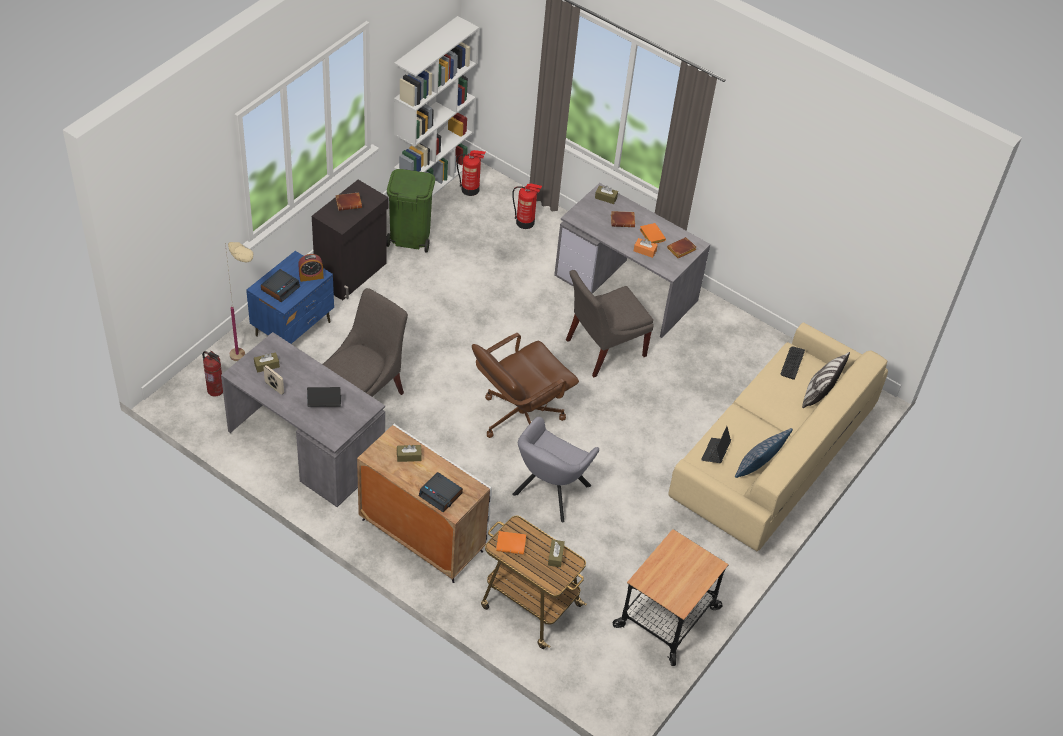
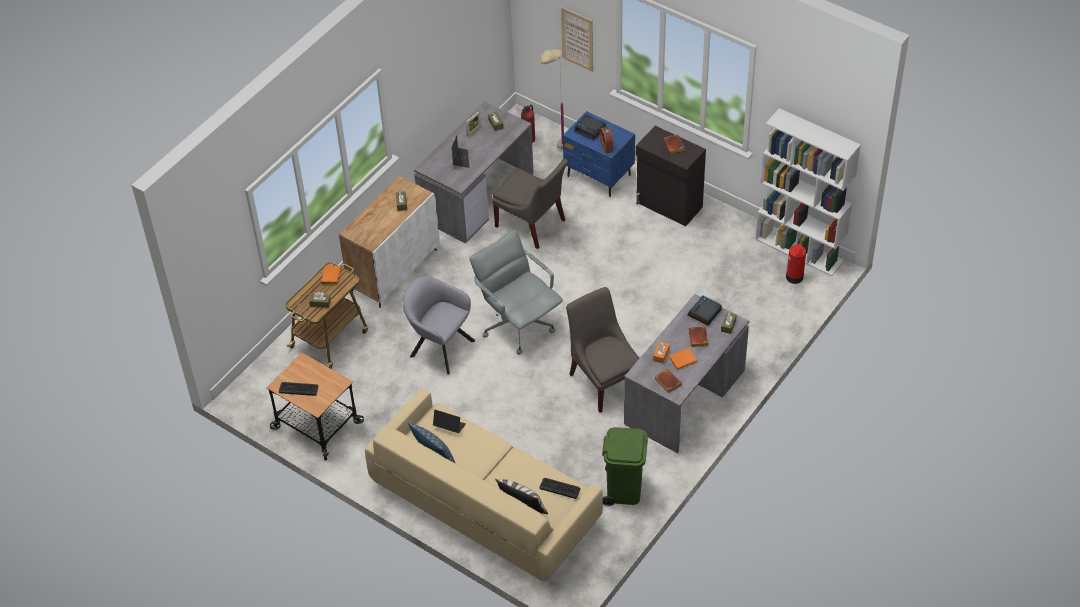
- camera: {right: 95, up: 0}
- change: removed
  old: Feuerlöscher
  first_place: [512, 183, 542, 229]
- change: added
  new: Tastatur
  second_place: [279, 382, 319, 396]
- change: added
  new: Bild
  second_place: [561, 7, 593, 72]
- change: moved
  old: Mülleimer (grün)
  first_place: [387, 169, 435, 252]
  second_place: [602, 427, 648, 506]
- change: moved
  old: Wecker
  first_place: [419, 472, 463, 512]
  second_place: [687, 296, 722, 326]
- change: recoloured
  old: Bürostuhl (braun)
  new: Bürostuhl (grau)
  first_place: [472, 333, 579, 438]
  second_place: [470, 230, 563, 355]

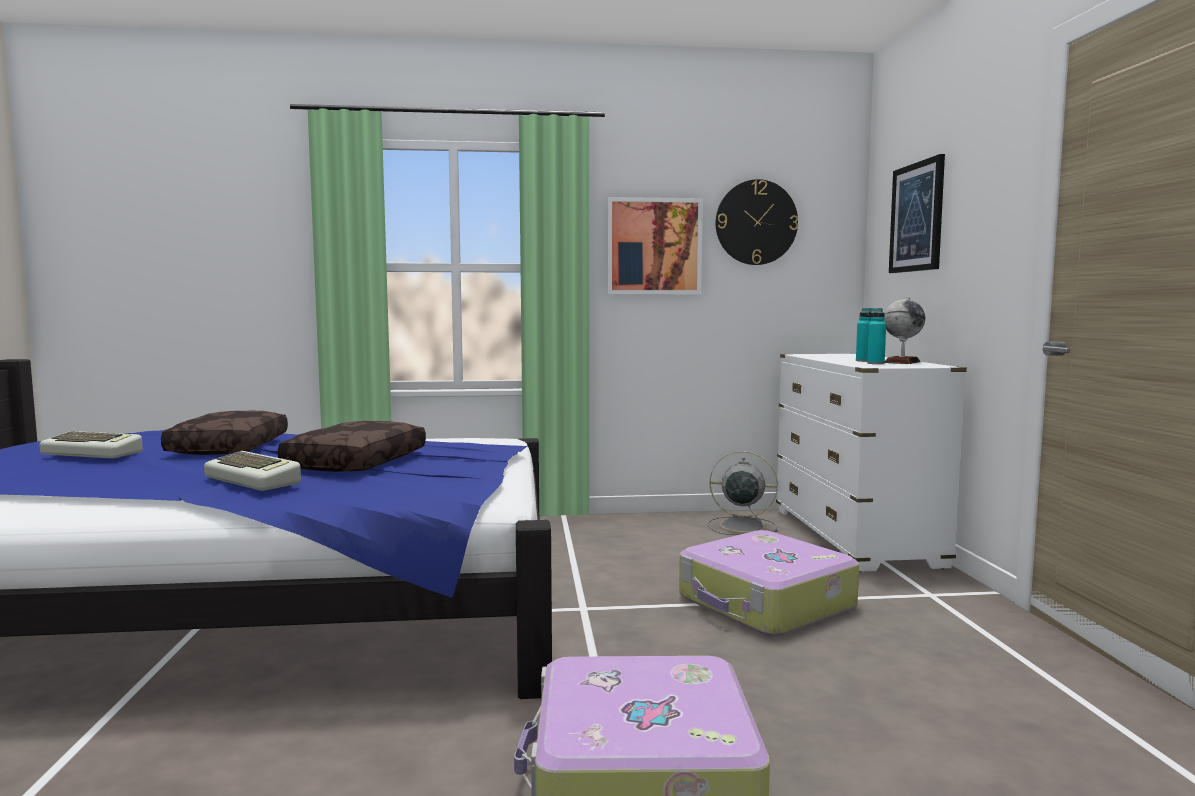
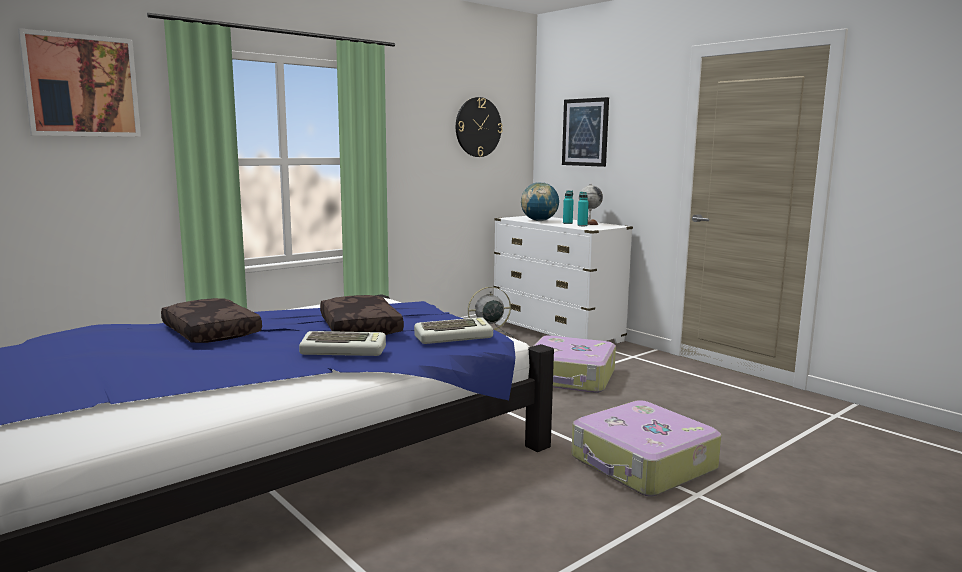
- camera: {right: -35, up: 5}
- change: added
  new: Globus
  second_place: [521, 182, 559, 221]
- change: moved
  old: Tastatur
  first_place: [39, 431, 143, 458]
  second_place: [414, 317, 493, 344]
- change: moved
  old: Bild
  first_place: [607, 197, 703, 295]
  second_place: [18, 28, 141, 137]

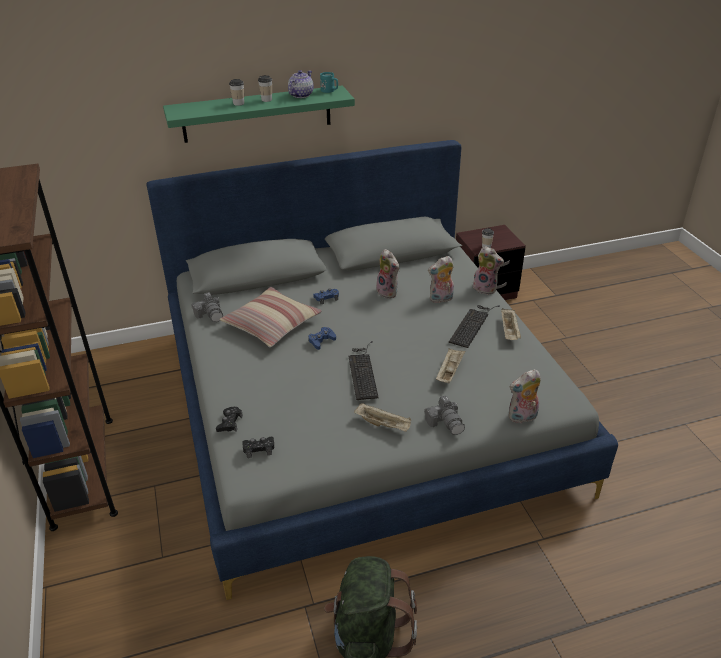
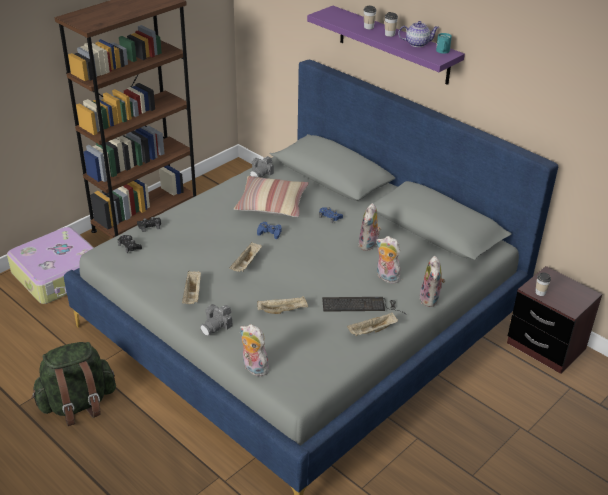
- camera: {right: 60, up: 0}
- change: added
  new: Koffer
  second_place: [7, 227, 94, 304]
- change: replaced
  old: Tastatur
  new: Tablett (beige)
  first_place: [348, 341, 379, 400]
  second_place: [229, 242, 262, 272]
- change: recoloured
  old: Wandregal (grün)
  new: Wandregal (lila)
  first_place: [163, 85, 355, 143]
  second_place: [307, 6, 465, 85]

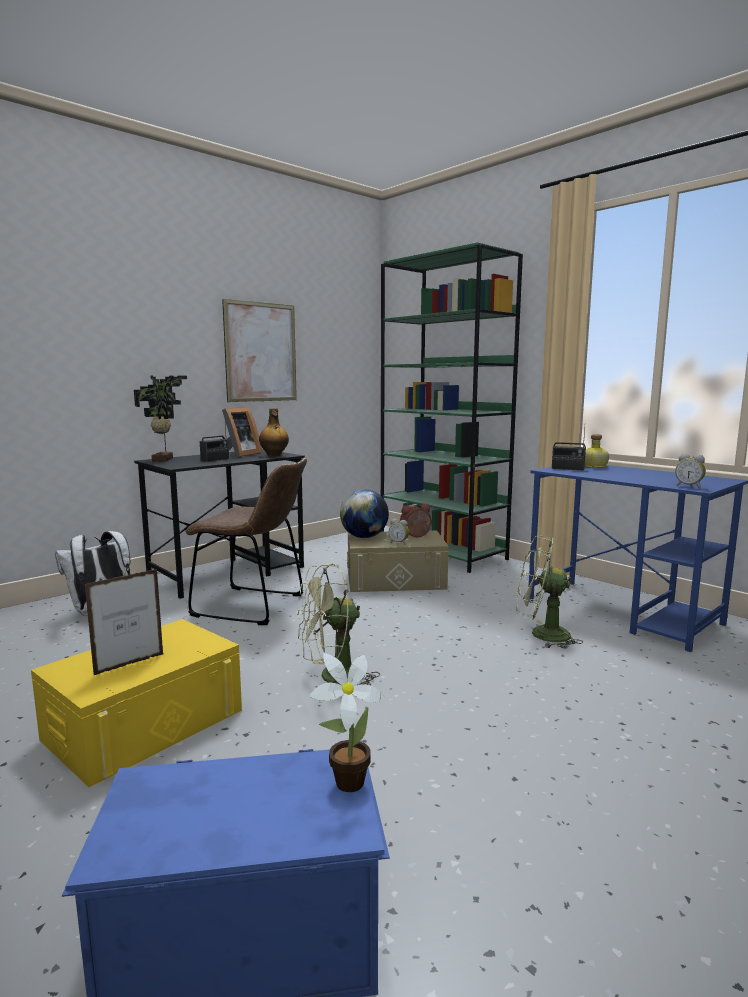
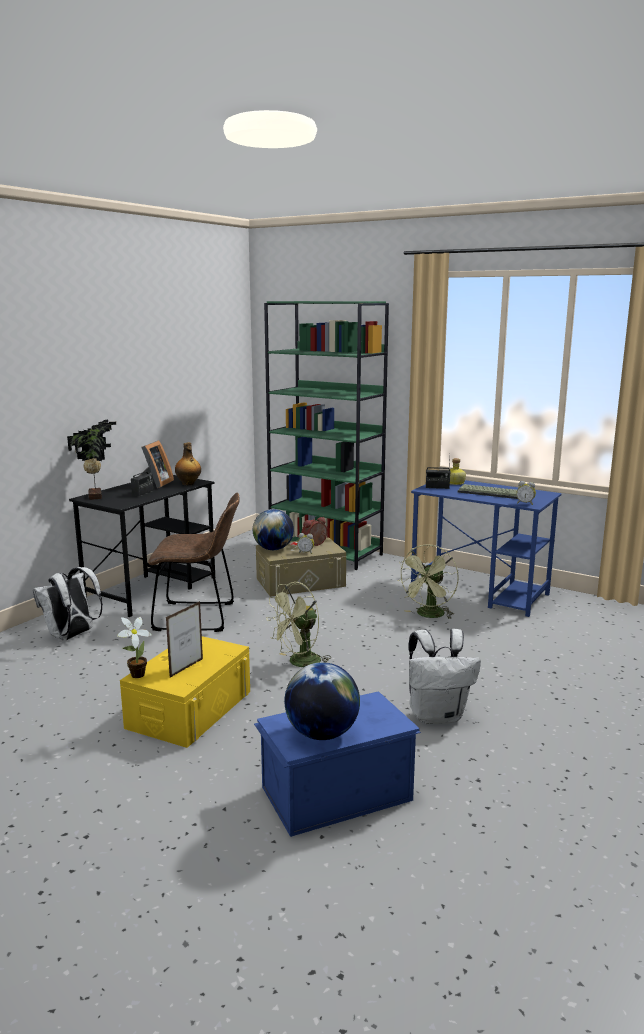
- camera: {right: -15, up: 5}
- change: removed
  old: Bild
  first_place: [222, 299, 297, 402]
- change: added
  new: Globus
  second_place: [284, 662, 360, 740]
- change: added
  new: Rucksack (weiß)
  second_place: [408, 629, 481, 724]
- change: added
  new: Tastatur
  second_place: [457, 484, 518, 499]
- change: moved
  old: Topfpflanze
  first_place: [310, 653, 386, 792]
  second_place: [117, 617, 152, 678]
- change: turned
  old: Ventilator (grün)
  first_place: [516, 535, 583, 649]
  second_place: [399, 544, 459, 619]
  degrees: -60

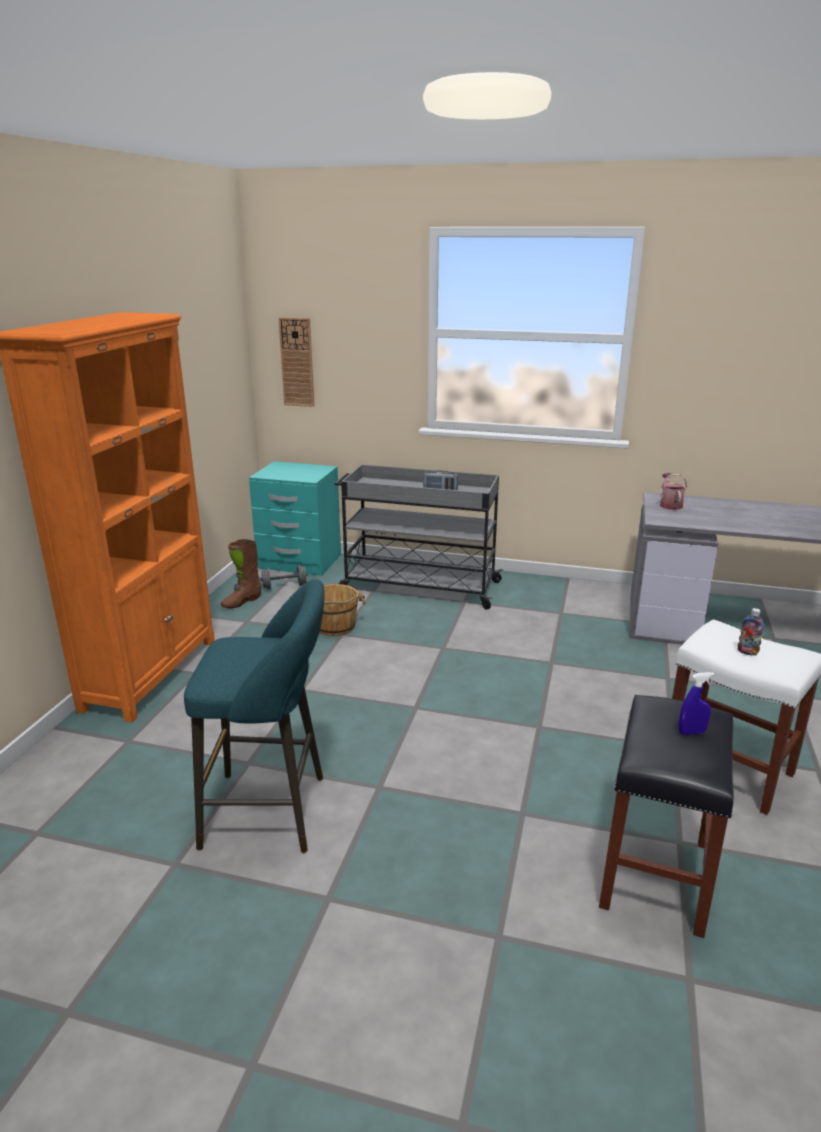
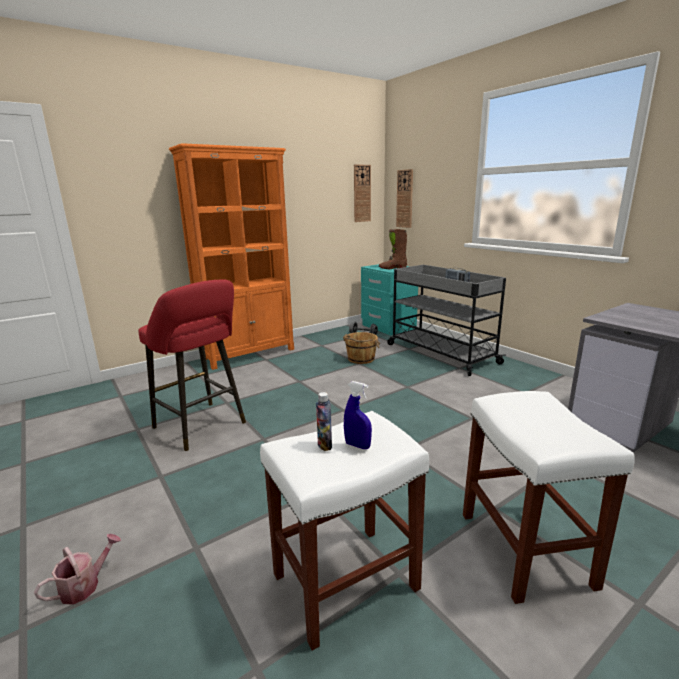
- camera: {right: 40, up: -5}
- change: added
  new: Wanduhr
  second_place: [354, 164, 371, 222]
- change: moved
  old: Stiefel (braun)
  first_place: [221, 539, 261, 608]
  second_place: [379, 229, 407, 269]
- change: moved
  old: Gießkanne
  first_place: [660, 473, 687, 510]
  second_place: [34, 534, 121, 605]
- change: moved
  old: Flasche
  first_place: [737, 608, 764, 656]
  second_place: [316, 392, 332, 451]
- change: recoloured
  old: Hocker (türkis)
  new: Hocker (rot)
  first_place: [184, 579, 325, 853]
  second_place: [138, 280, 246, 451]
- change: recoloured
  old: Hocker (schwarz)
  new: Hocker (weiß)
  first_place: [599, 695, 734, 938]
  second_place: [260, 411, 429, 651]

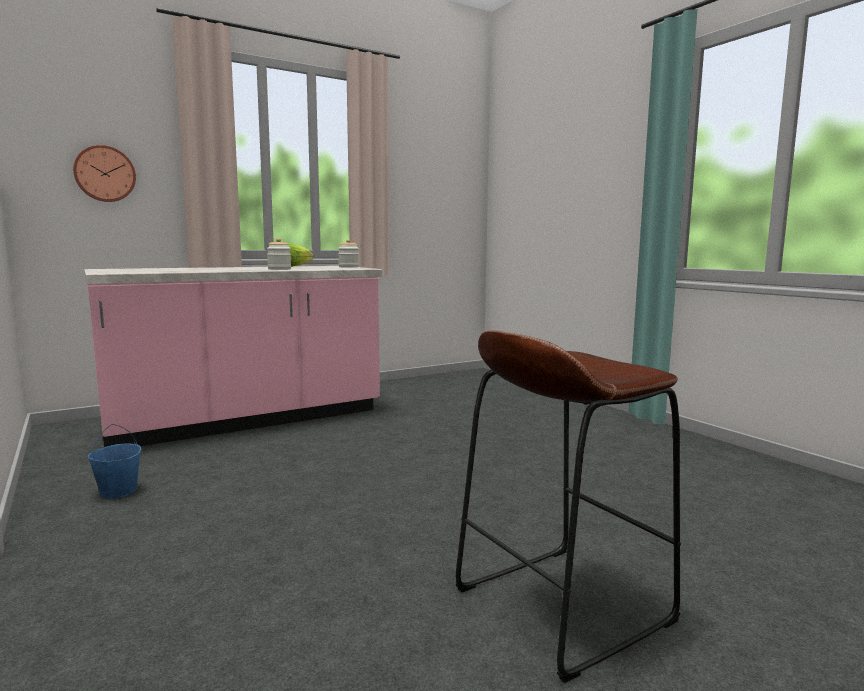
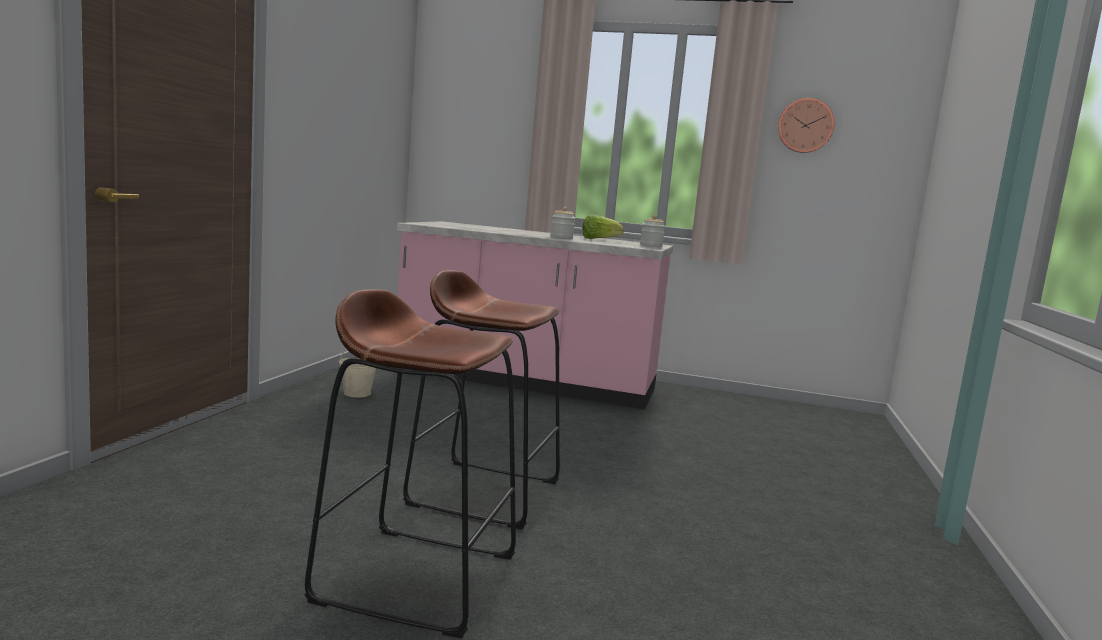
- camera: {right: 45, up: 0}
- change: added
  new: Hocker (braun)
  second_place: [403, 270, 560, 530]
- change: moved
  old: Wanduhr
  first_place: [73, 145, 136, 202]
  second_place: [778, 98, 834, 153]
- change: recoloured
  old: Eimer (blau)
  new: Eimer (beige)
  first_place: [88, 424, 141, 498]
  second_place: [339, 349, 376, 397]

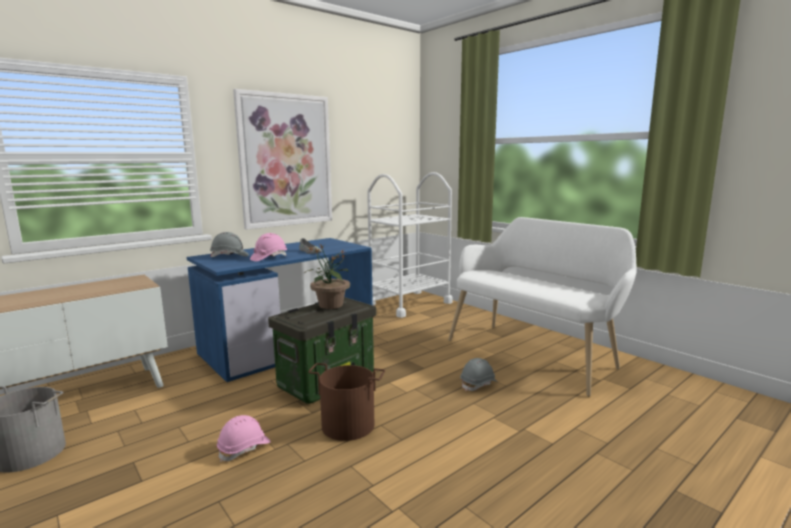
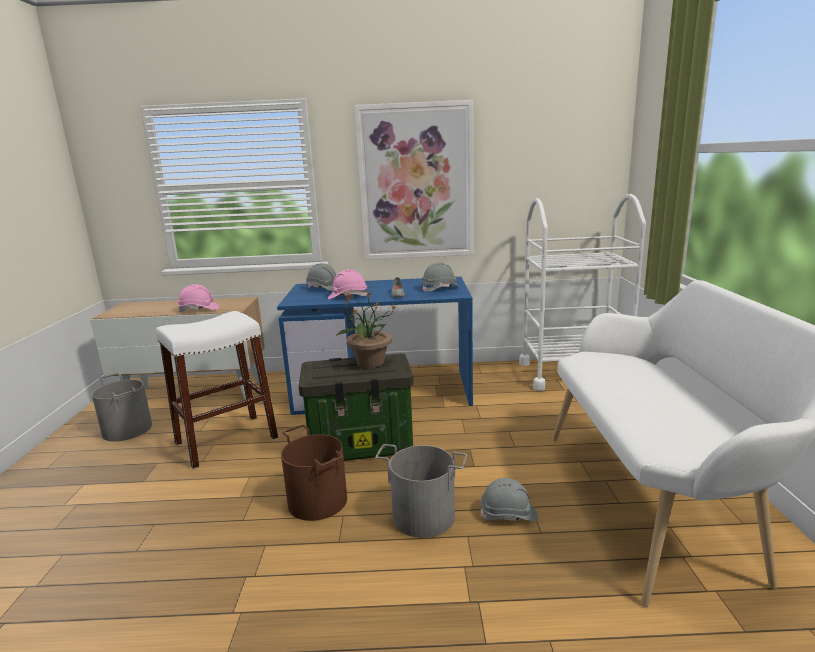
- camera: {right: 40, up: 5}
- change: added
  new: Hocker (weiß)
  second_place: [156, 311, 278, 469]
- change: added
  new: Eimer (grau)
  second_place: [375, 444, 467, 538]
- change: added
  new: Schutzhelm (grau)
  second_place: [422, 262, 460, 292]
- change: moved
  old: Schutzhelm (rosa)
  first_place: [217, 415, 271, 462]
  second_place: [178, 284, 220, 312]

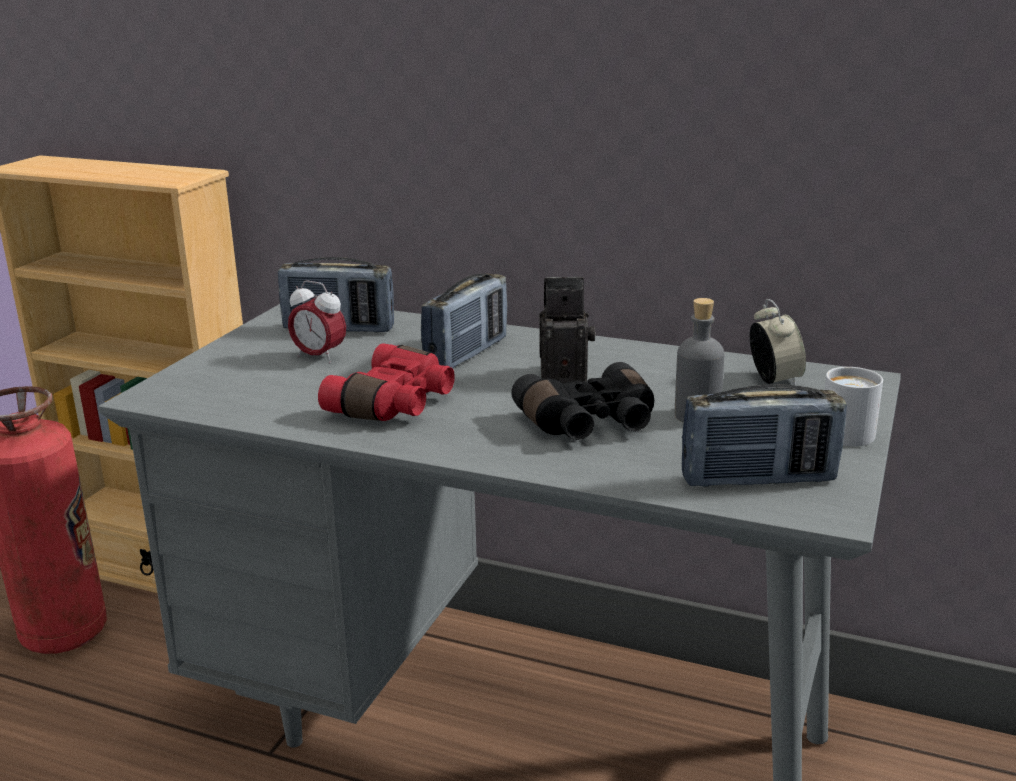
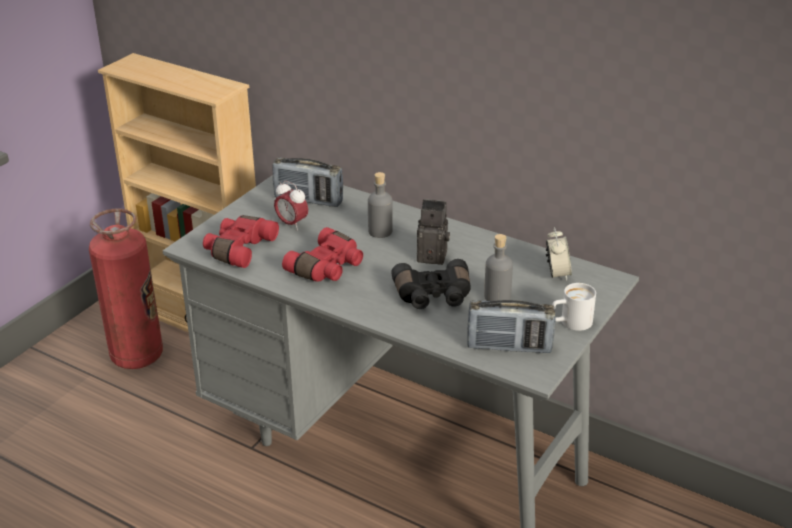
- camera: {right: 10, up: 10}
- change: added
  new: Fernglas (rot)
  second_place: [203, 215, 279, 268]
- change: replaced
  old: Radio
  new: Flasche (grau)
  first_place: [421, 273, 507, 369]
  second_place: [368, 172, 393, 238]

